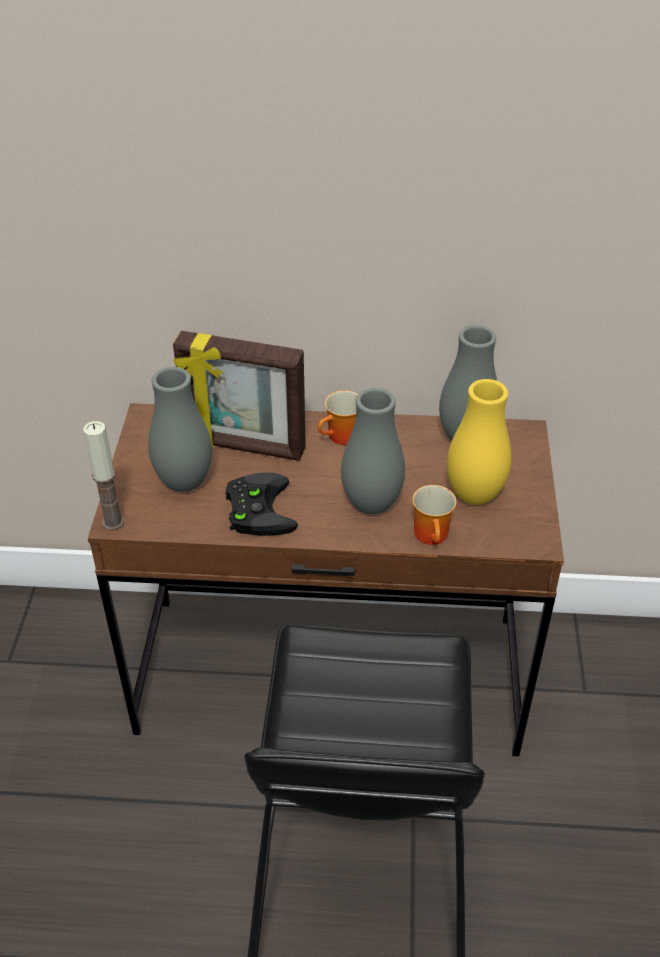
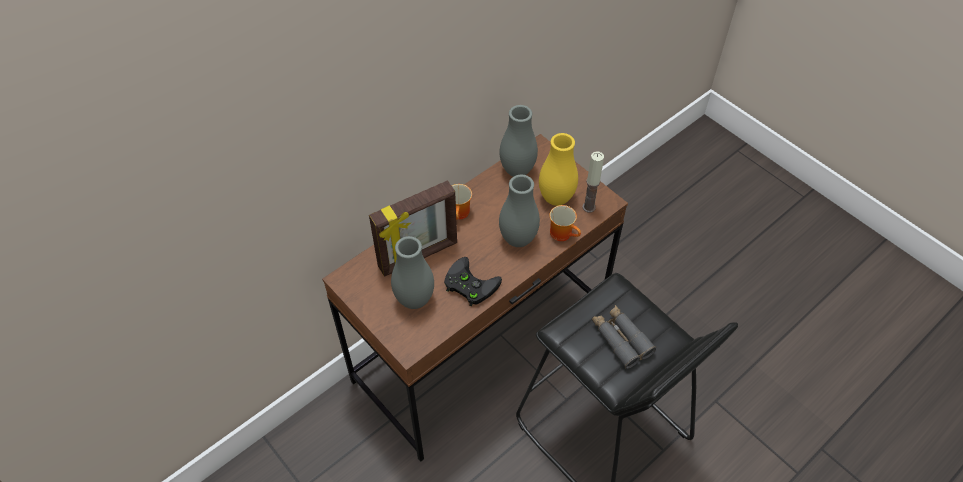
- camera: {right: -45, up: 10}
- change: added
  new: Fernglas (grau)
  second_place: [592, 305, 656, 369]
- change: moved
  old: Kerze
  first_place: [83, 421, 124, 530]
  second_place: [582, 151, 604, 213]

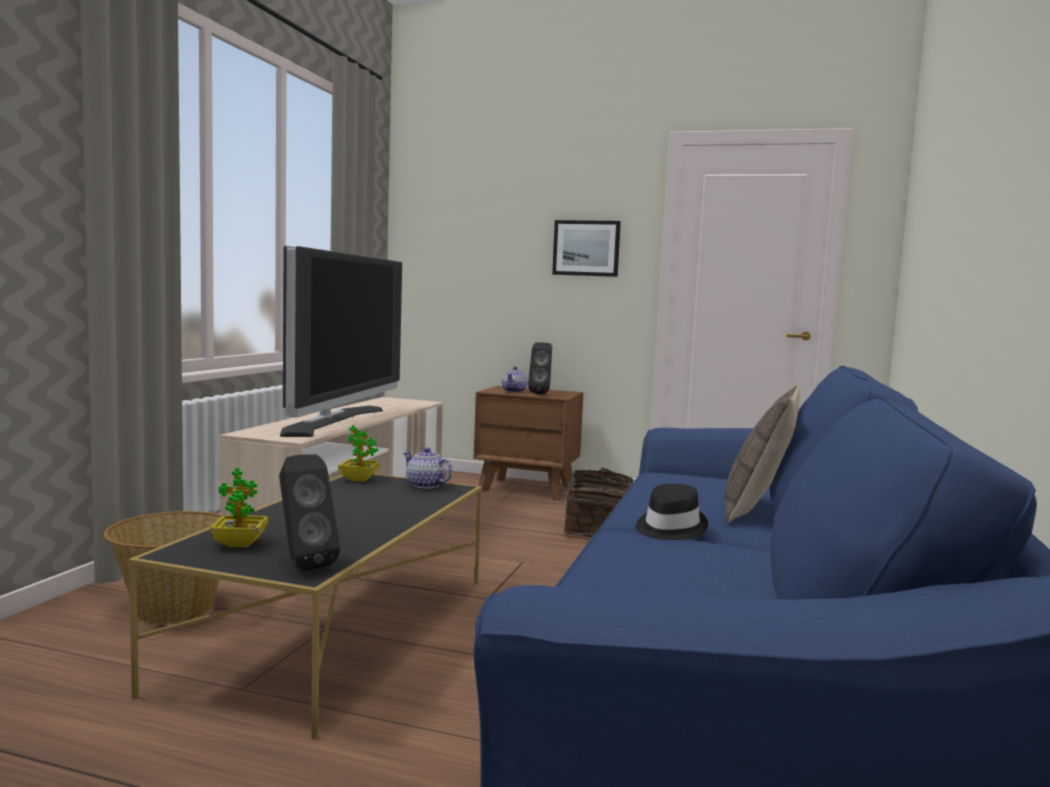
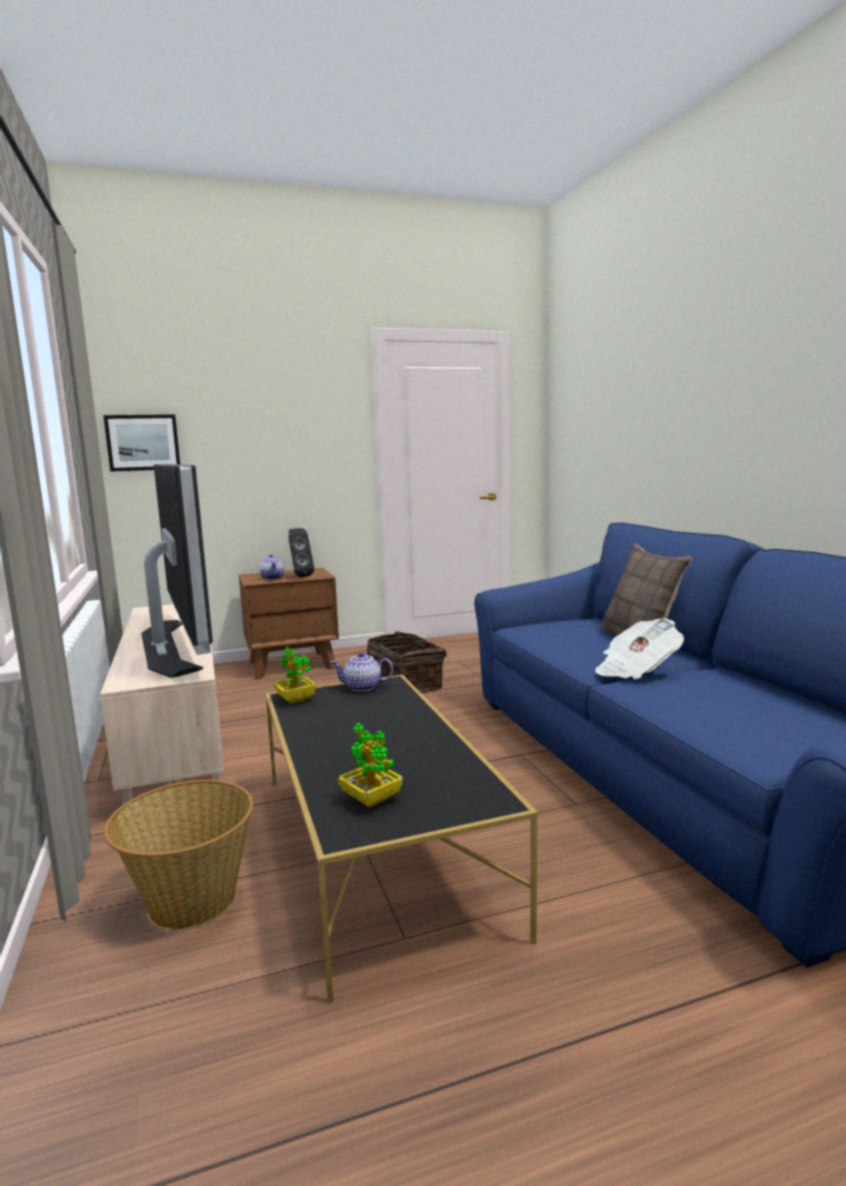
- camera: {right: -35, up: 5}
- change: removed
  old: Lautsprecher (schwarz)
  first_place: [279, 454, 340, 571]
- change: moved
  old: Bild
  first_place: [552, 220, 621, 277]
  second_place: [103, 414, 180, 472]
- change: replaced
  old: Hut (schwarz)
  new: Zeitung
  first_place: [636, 484, 708, 540]
  second_place: [595, 618, 684, 679]

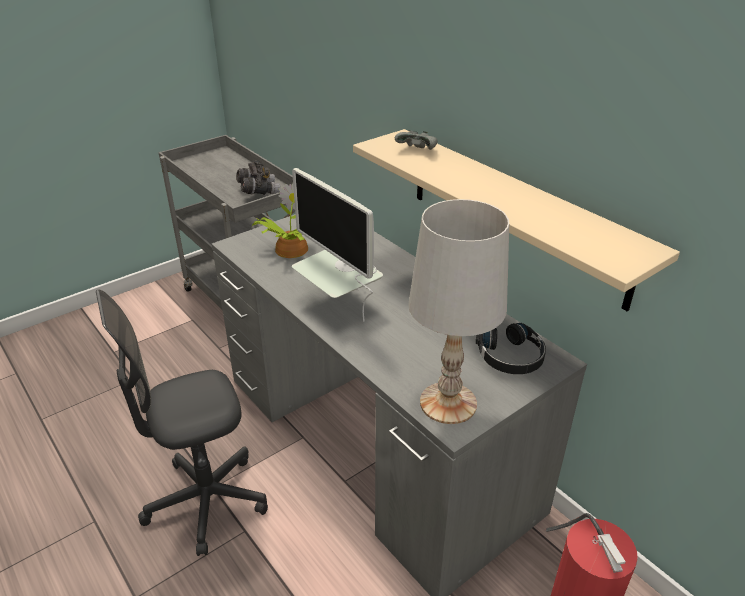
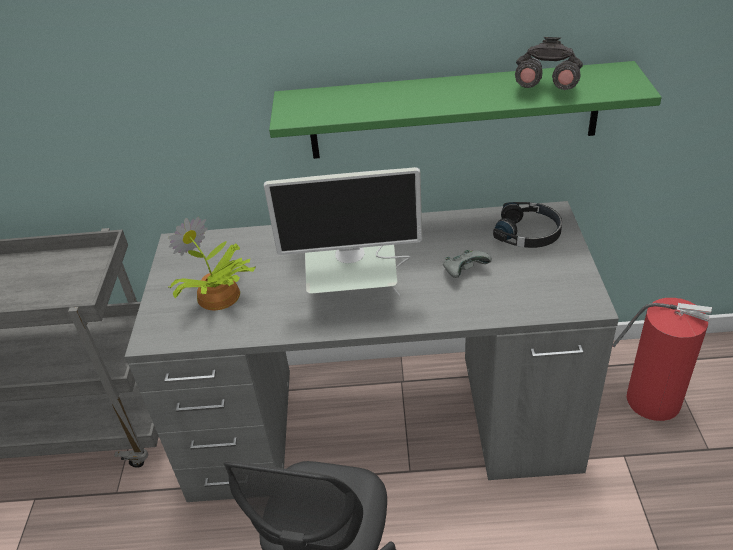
- camera: {right: -50, up: 5}
- change: removed
  old: Tischlampe (weiß)
  first_place: [408, 199, 509, 424]
- change: moved
  old: Fernglas (grau)
  first_place: [236, 160, 280, 195]
  second_place: [515, 37, 583, 90]
- change: moved
  old: Gamepad (grau)
  first_place: [395, 130, 437, 150]
  second_place: [443, 250, 492, 278]
- change: recoloured
  old: Wandregal (beige)
  new: Wandregal (grün)
  first_place: [353, 129, 680, 312]
  second_place: [269, 61, 662, 159]

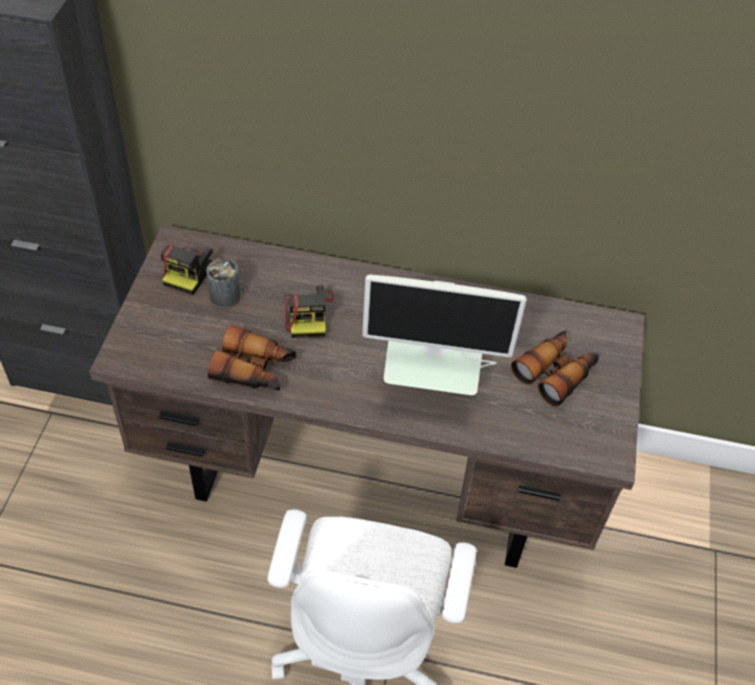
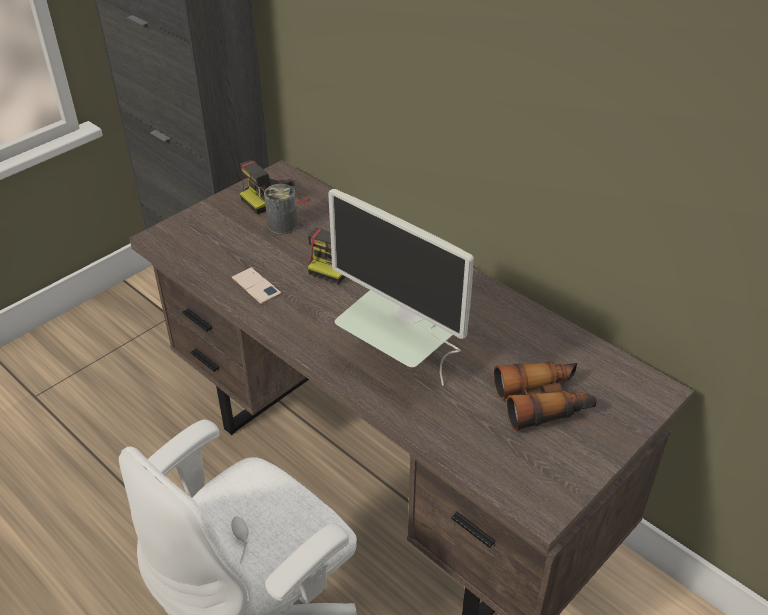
- camera: {right: 35, up: -10}
- change: replaced
  old: Fernglas
  new: Handy
  first_place: [208, 324, 296, 391]
  second_place: [231, 267, 282, 304]

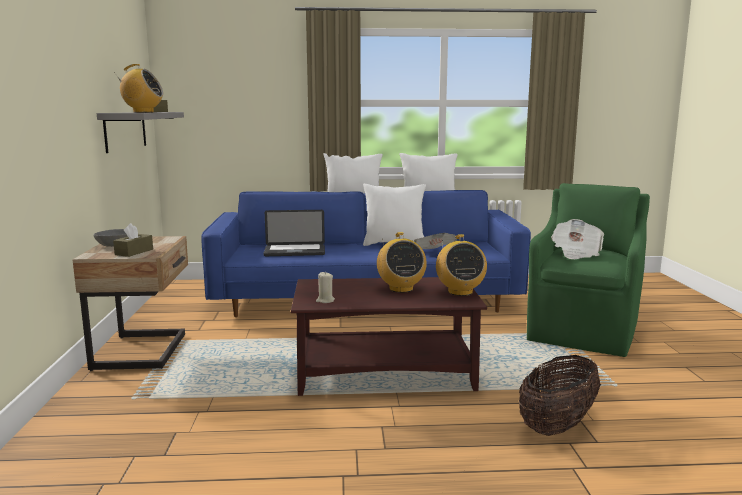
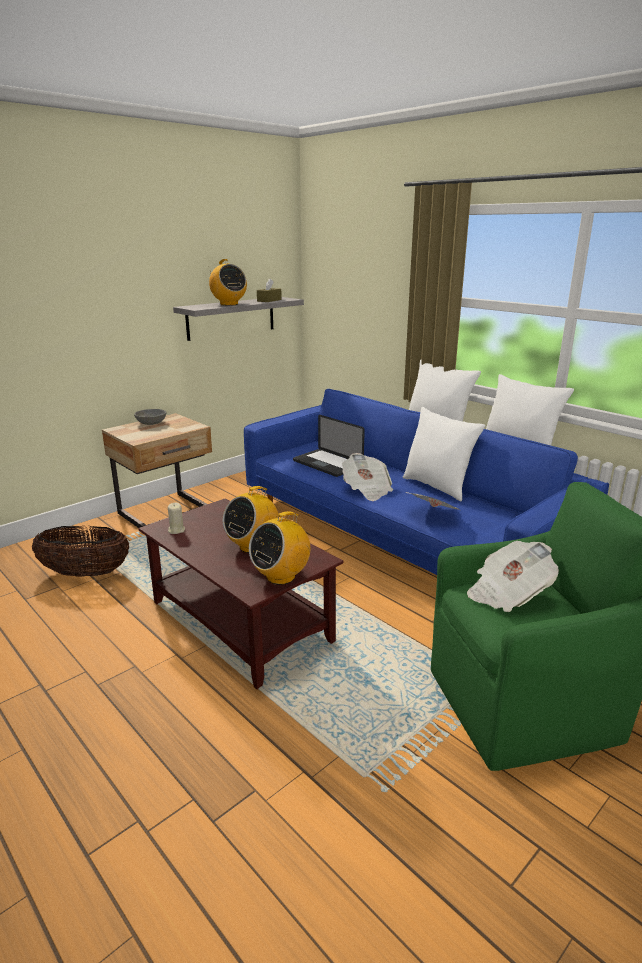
- camera: {right: 50, up: 10}
- change: removed
  old: Taschentuchbox (braun)
  first_place: [113, 223, 153, 257]
- change: added
  new: Zeitung
  second_place: [342, 453, 393, 501]
- change: moved
  old: Korb
  first_place: [519, 355, 601, 436]
  second_place: [32, 525, 129, 577]

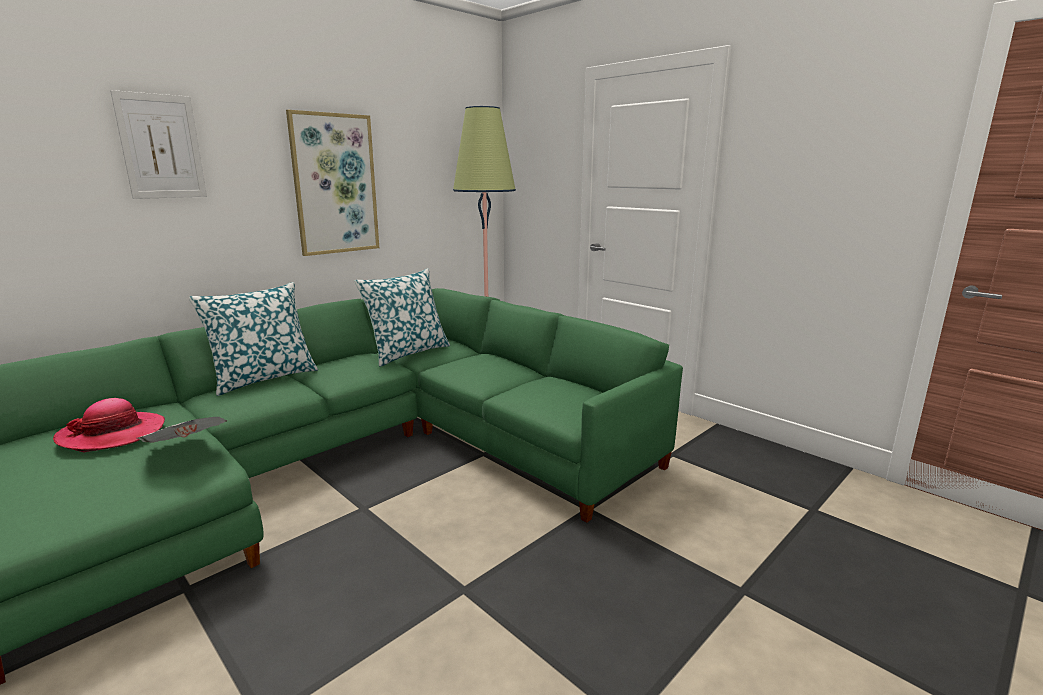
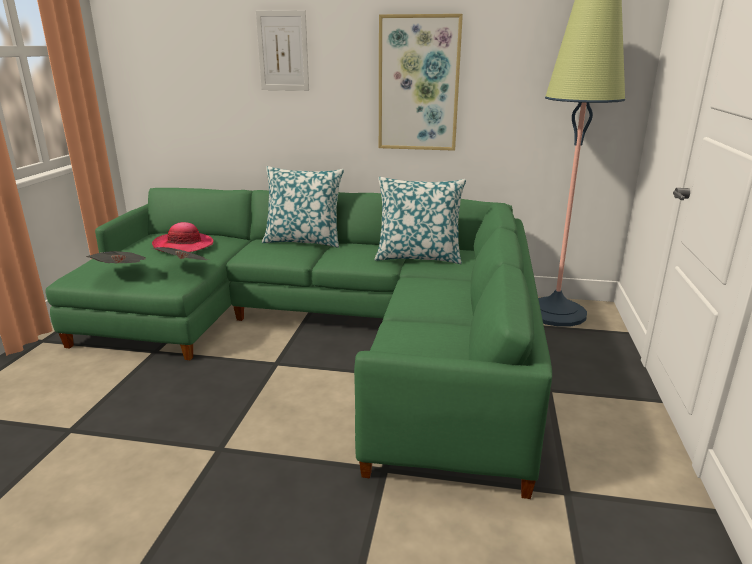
- camera: {right: 55, up: 5}
- change: added
  new: Zeitung
  second_place: [86, 251, 146, 263]

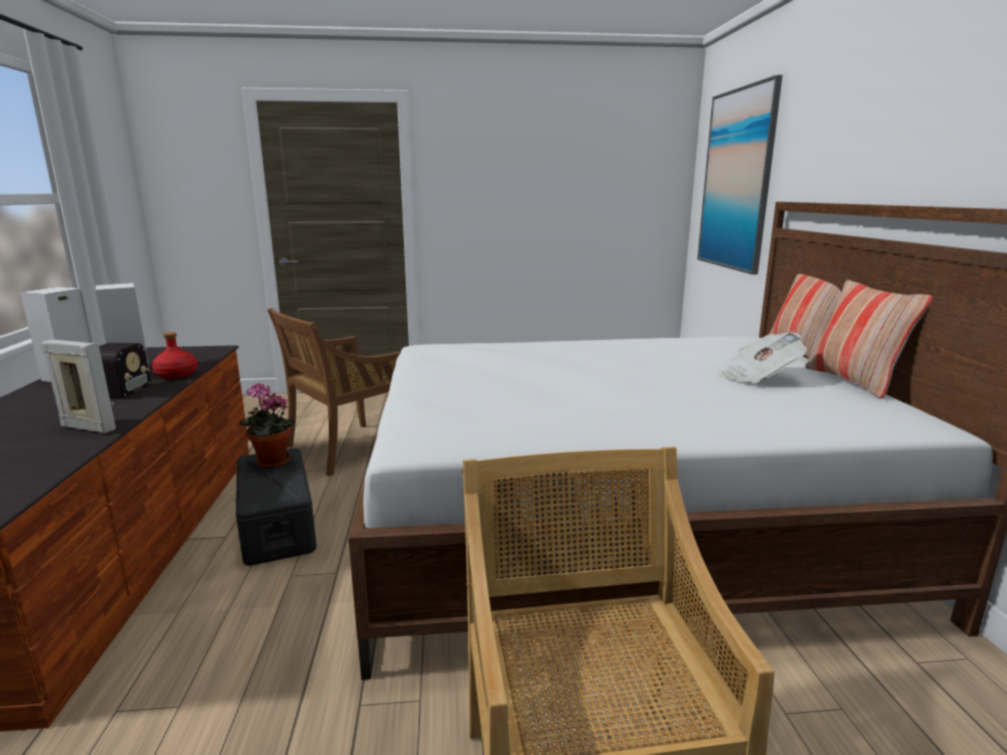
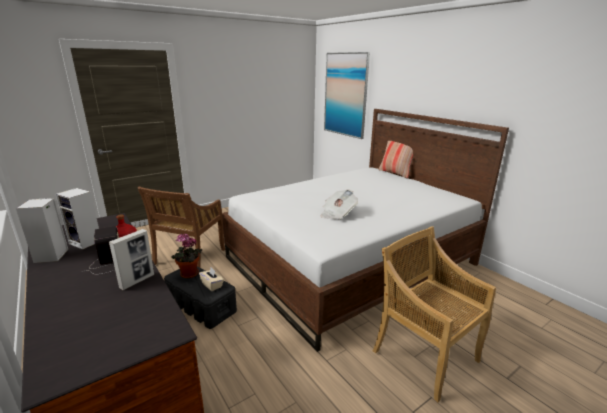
- camera: {right: -30, up: 5}
- change: removed
  old: Kissen
  first_place: [805, 280, 932, 399]
- change: added
  new: Taschentuchbox (beige)
  second_place: [199, 268, 224, 291]
- change: moved
  old: Zeitung
  first_place: [719, 332, 807, 383]
  second_place: [321, 190, 358, 220]
- change: turned
  old: Bilderrahmen
  first_place: [41, 339, 116, 433]
  second_place: [109, 229, 154, 290]
  degrees: 135

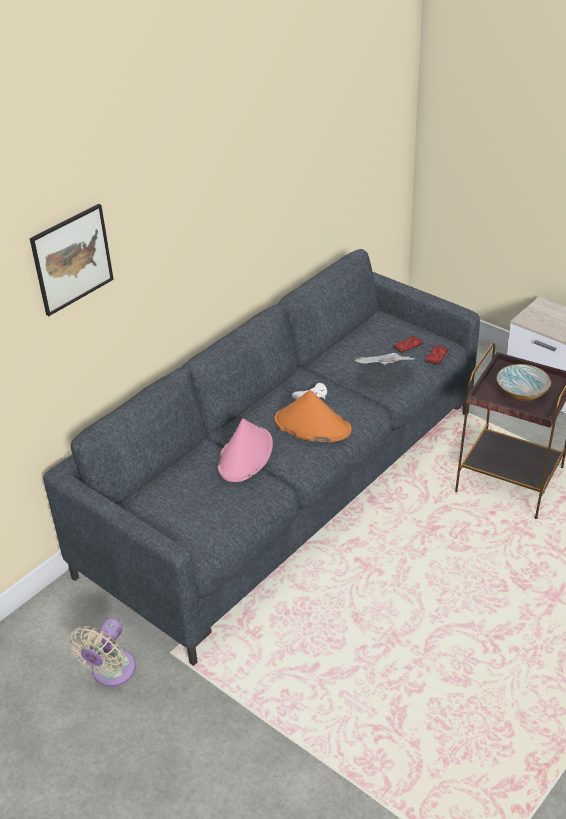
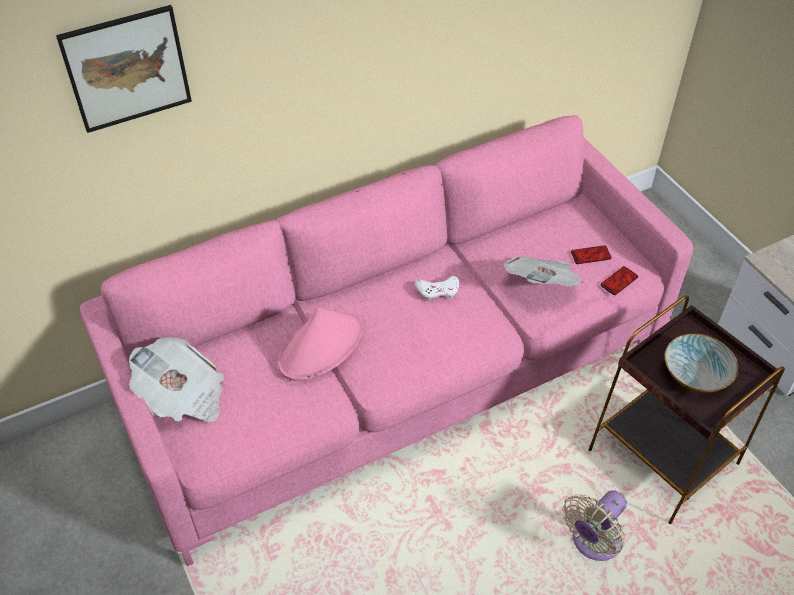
- camera: {right: 20, up: 10}
- change: removed
  old: Hut (orange)
  first_place: [275, 390, 352, 442]
- change: added
  new: Zeitung
  second_place: [129, 337, 224, 422]
- change: moved
  old: Ventilator (beige)
  first_place: [68, 618, 136, 687]
  second_place: [563, 490, 627, 561]
- change: recoloured
  old: Sofa (grau)
  new: Sofa (rosa)
  first_place: [43, 249, 480, 666]
  second_place: [80, 115, 693, 566]

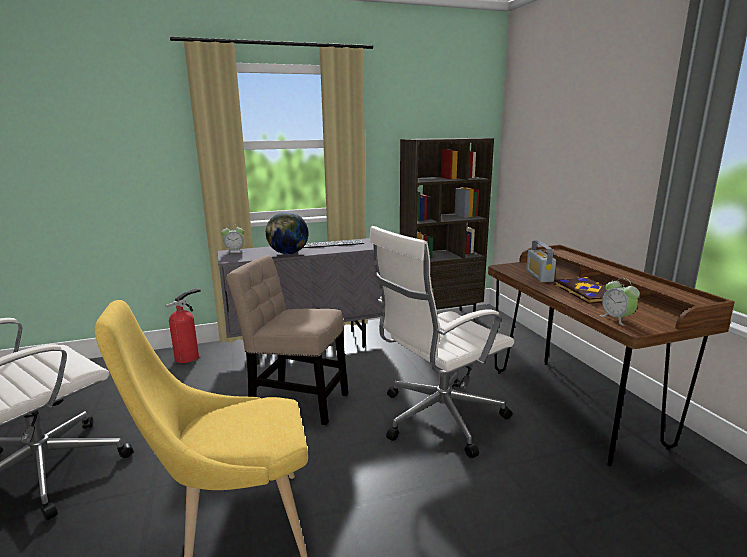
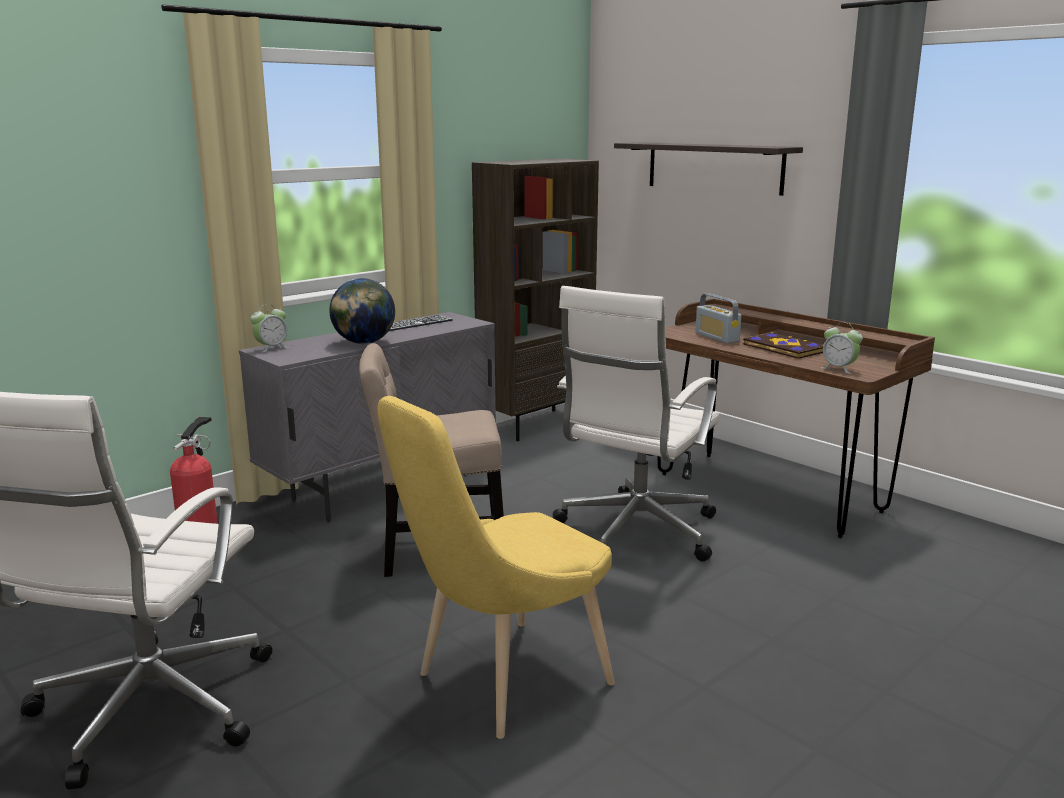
- camera: {right: -25, up: 0}
- change: added
  new: Wandregal
  second_place: [614, 142, 803, 196]

